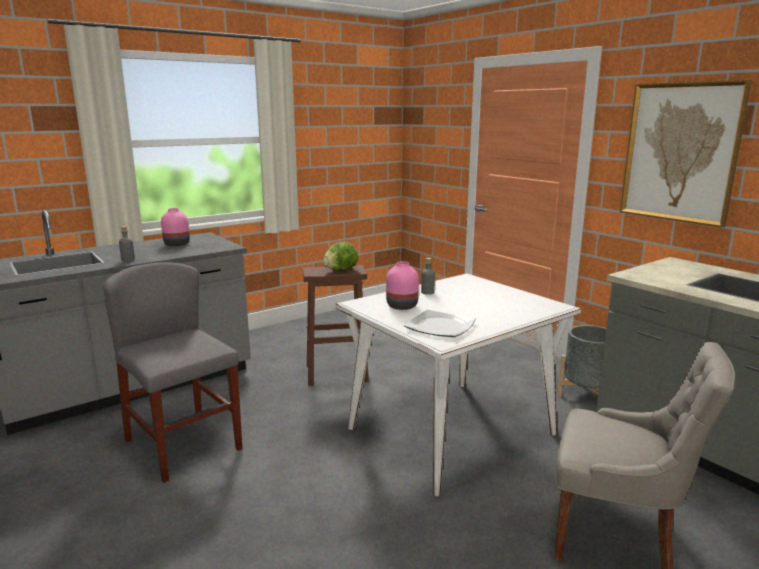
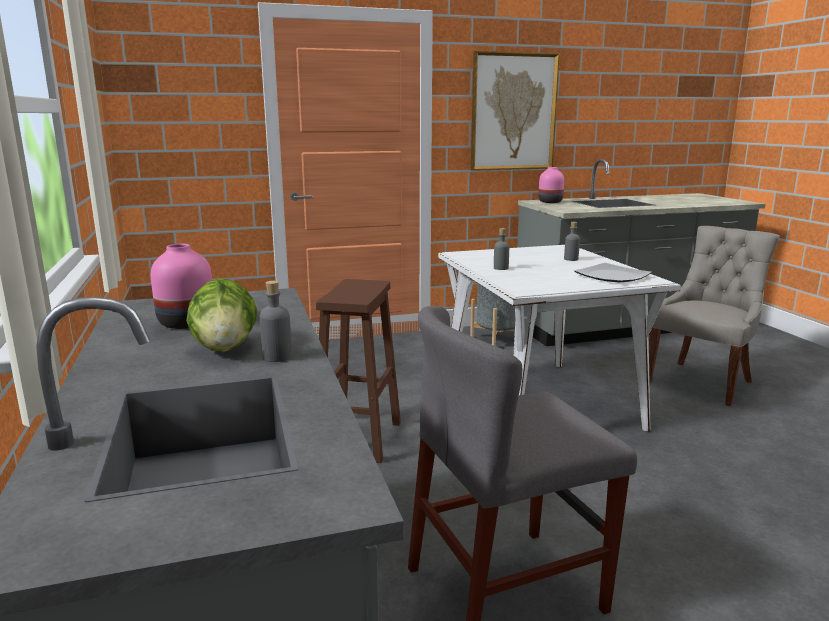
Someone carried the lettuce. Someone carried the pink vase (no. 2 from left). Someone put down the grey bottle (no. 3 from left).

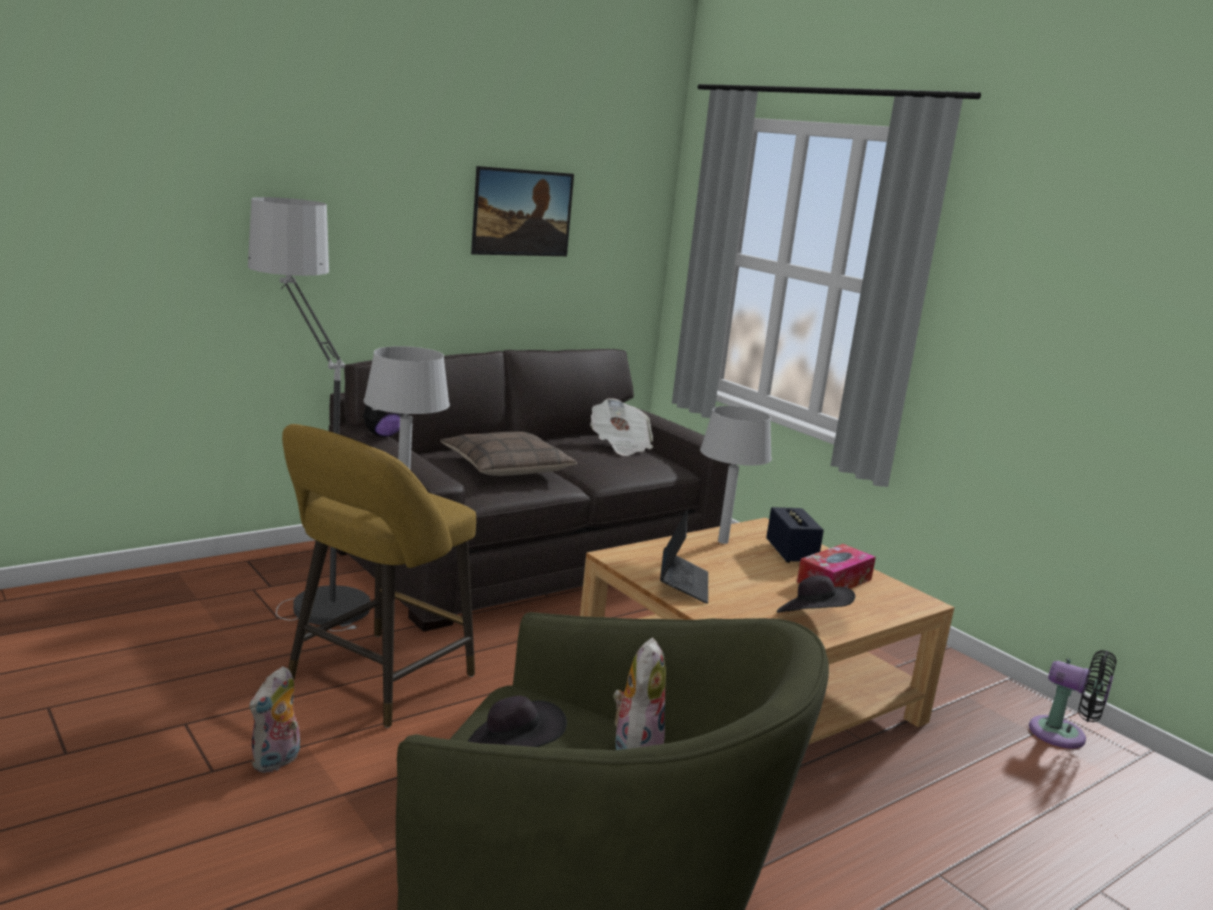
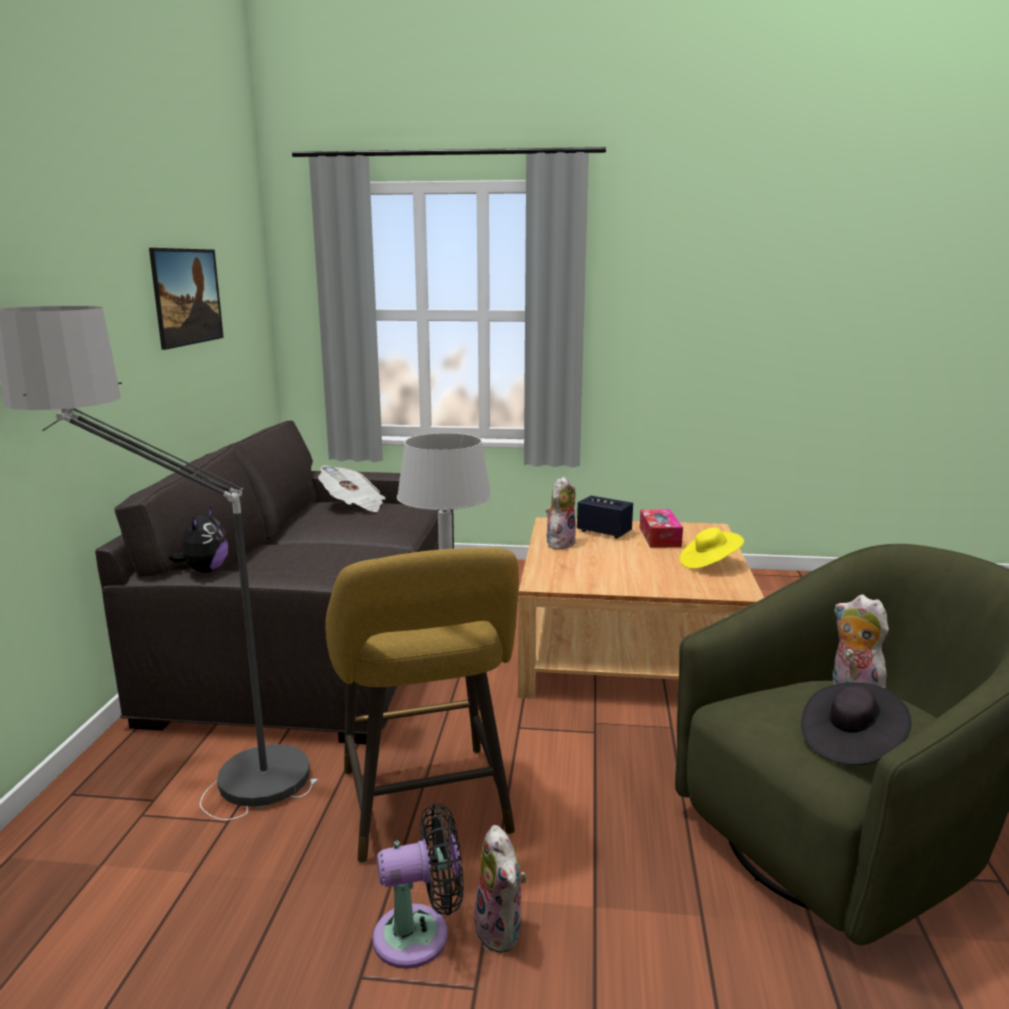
Someone carried the black fan. Someone swapped the grey table lamp (no. 2 from left) for the plush toy (no. 3 from left). Someone repainted the black hat (no. 2 from left), which became the yellow hat. Someone took away the pillow. Someone took away the laptop.

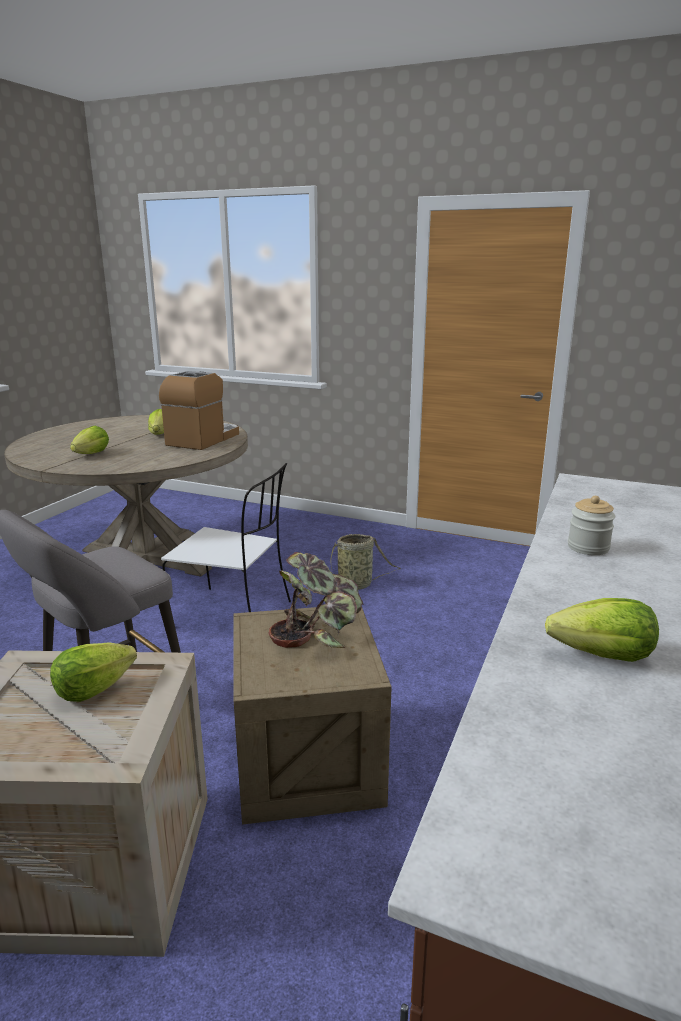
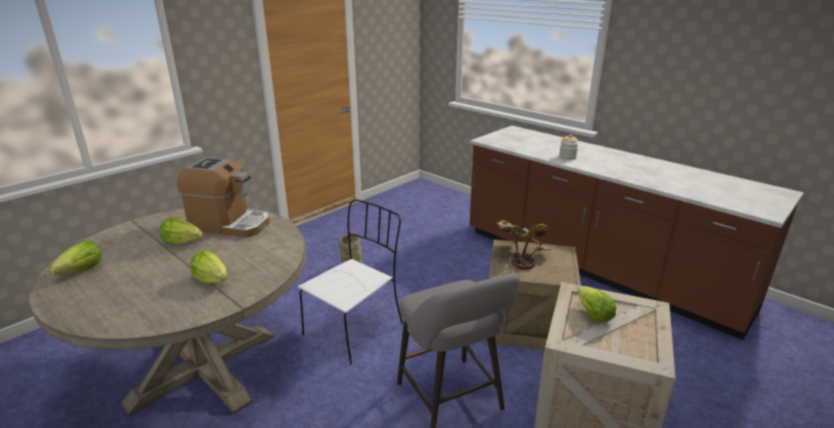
Someone carried the lettuce (no. 4 from left in the first image). Someone rotated the coffee machine by 150 degrees clockwise.

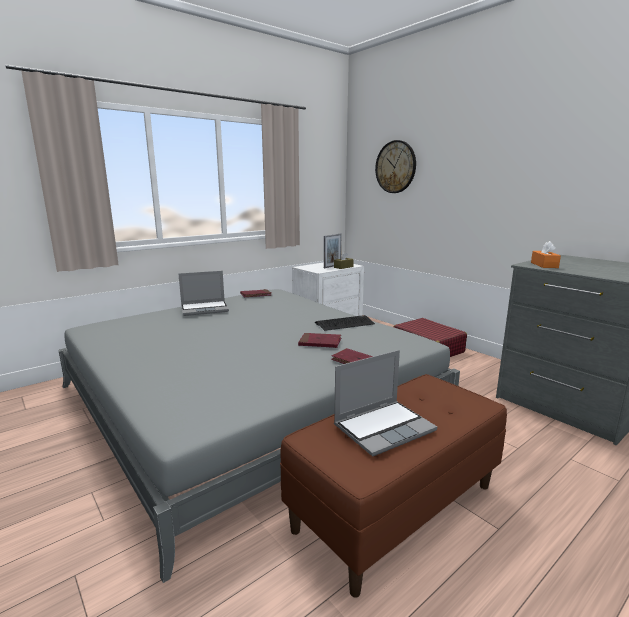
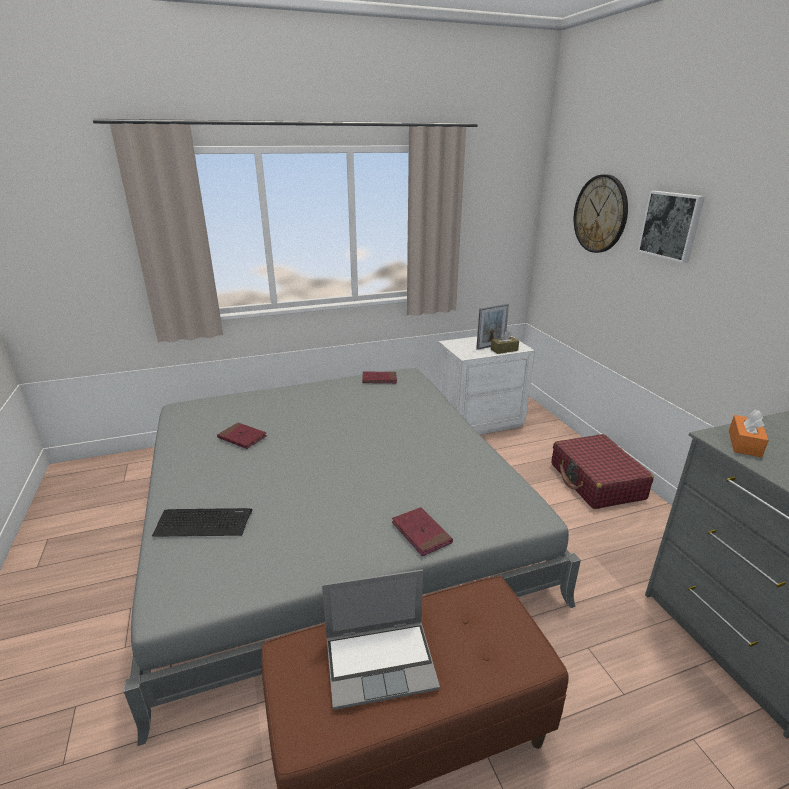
Someone carried the keyboard. Someone carried the red book (no. 2 from left in the first image). Someone put up the picture. Someone took away the laptop (no. 1 from left).

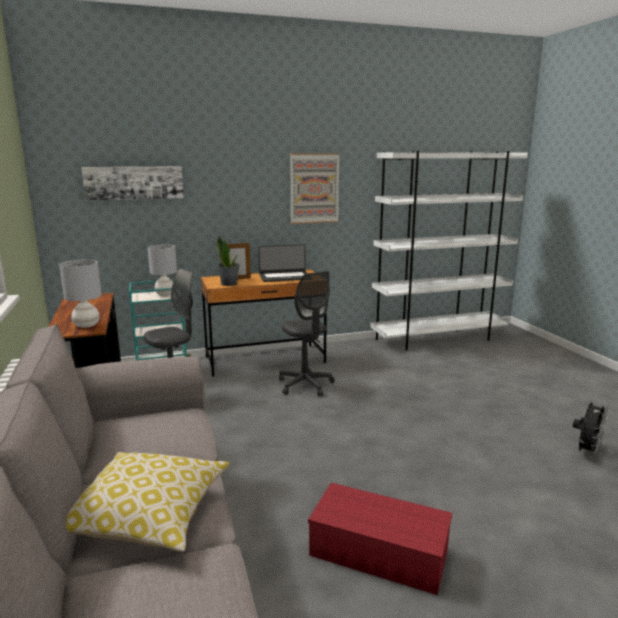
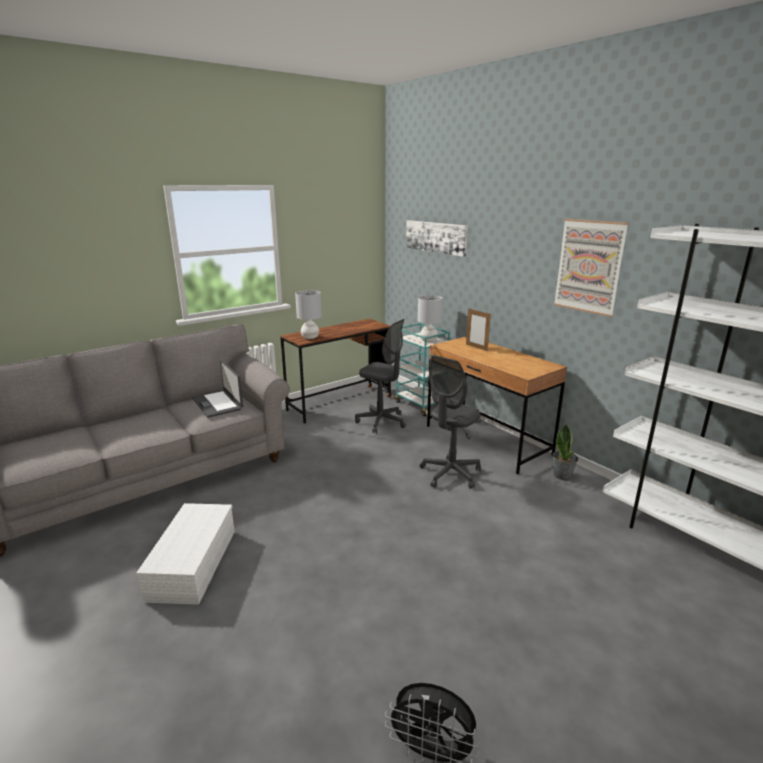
Someone repainted the red storage box, which became the white storage box. Someone carried the laptop. Someone carried the potted plant. Someone took away the pillow.

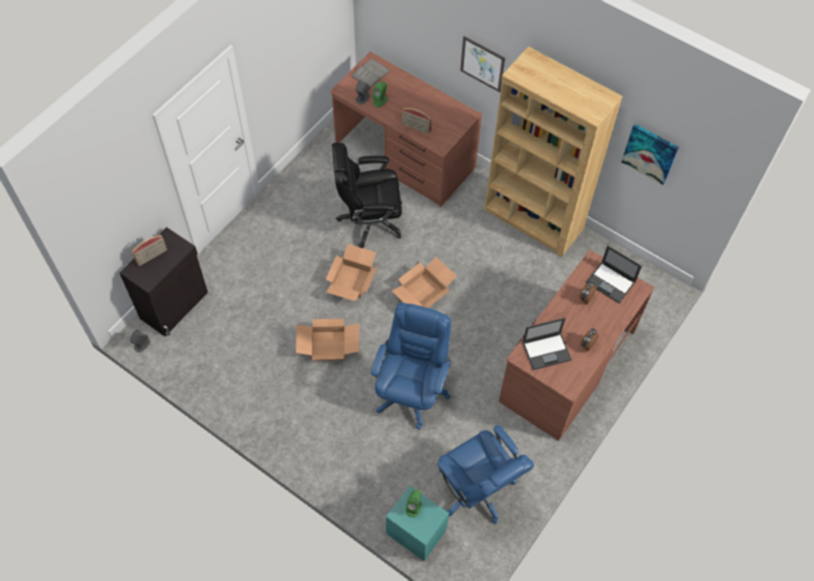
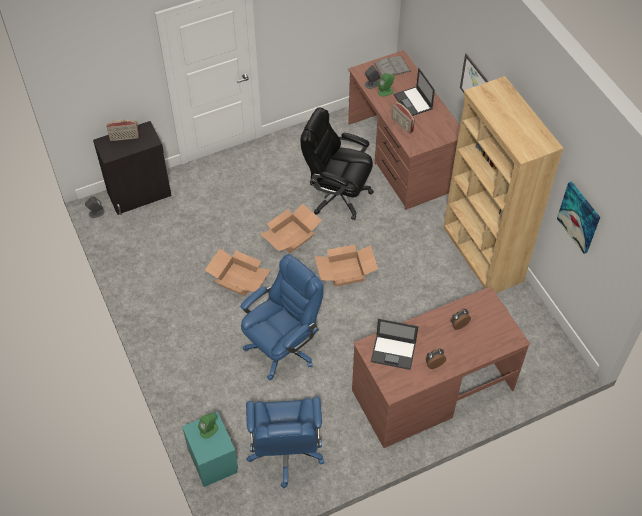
Someone carried the laptop (no. 2 from left).

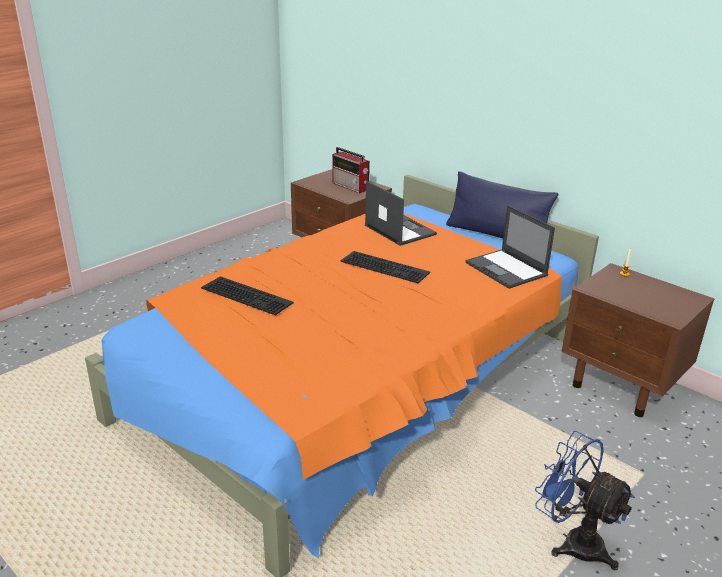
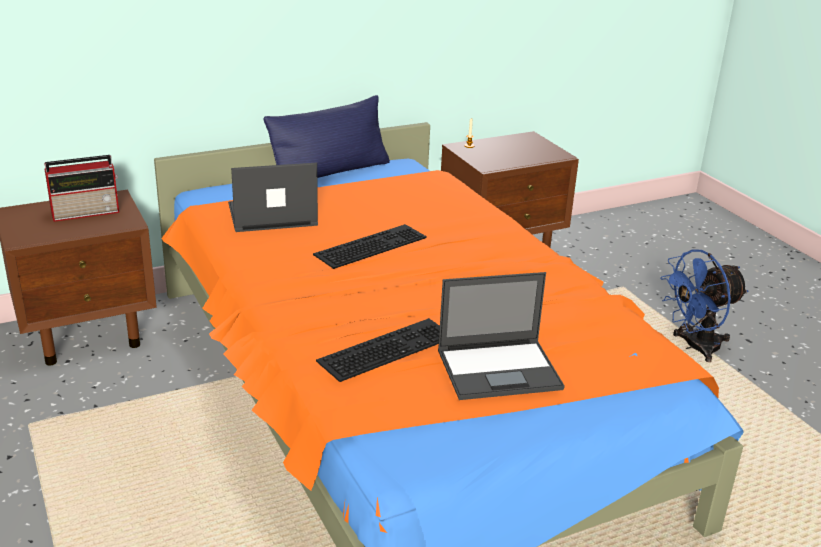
Someone carried the laptop (no. 2 from left).

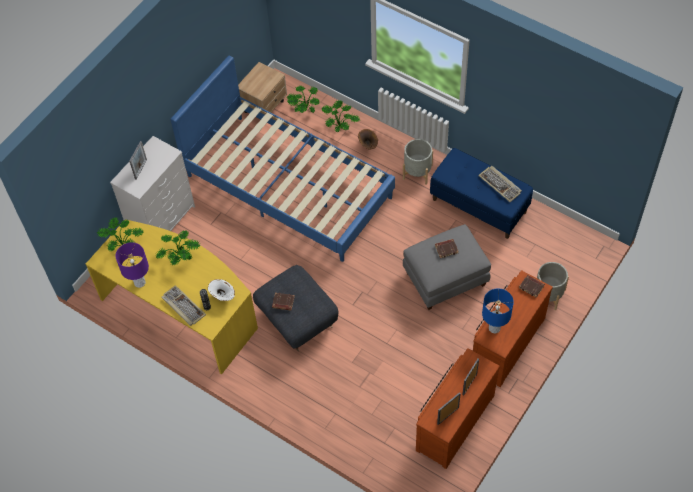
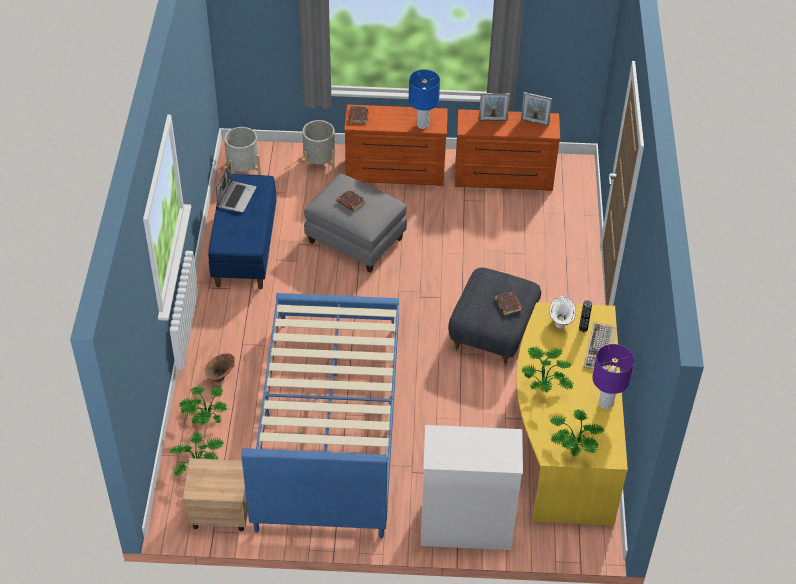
Someone swapped the keyboard (no. 2 from left) for the laptop. Someone carried the grey planter (no. 1 from left). Someone took away the picture frame (no. 1 from left).

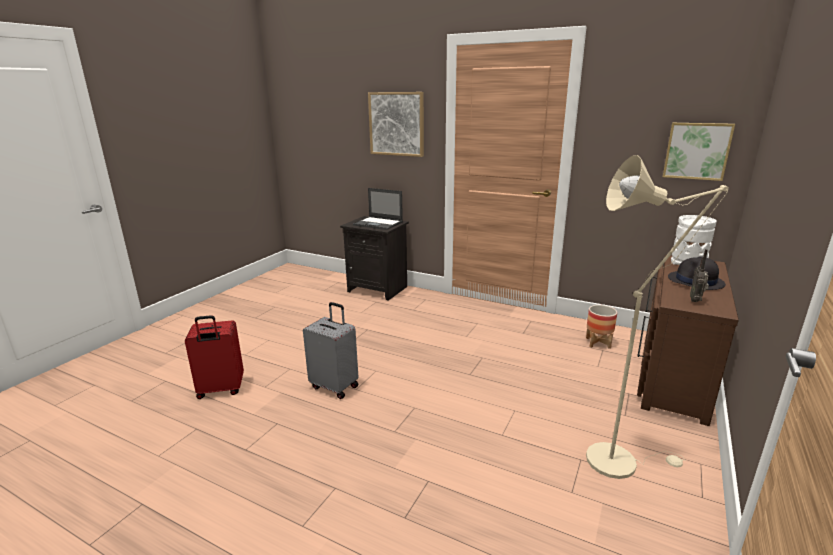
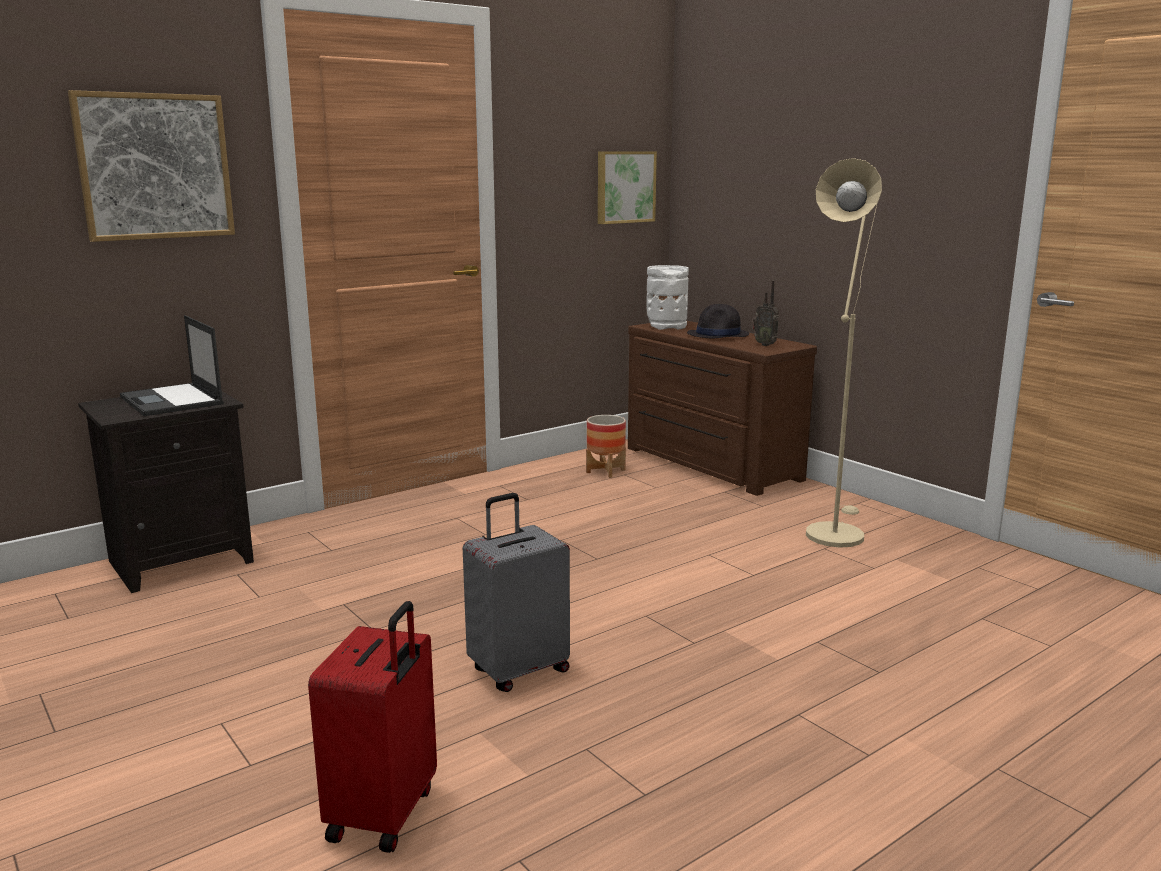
Someone rotated the laptop by 90 degrees clockwise.

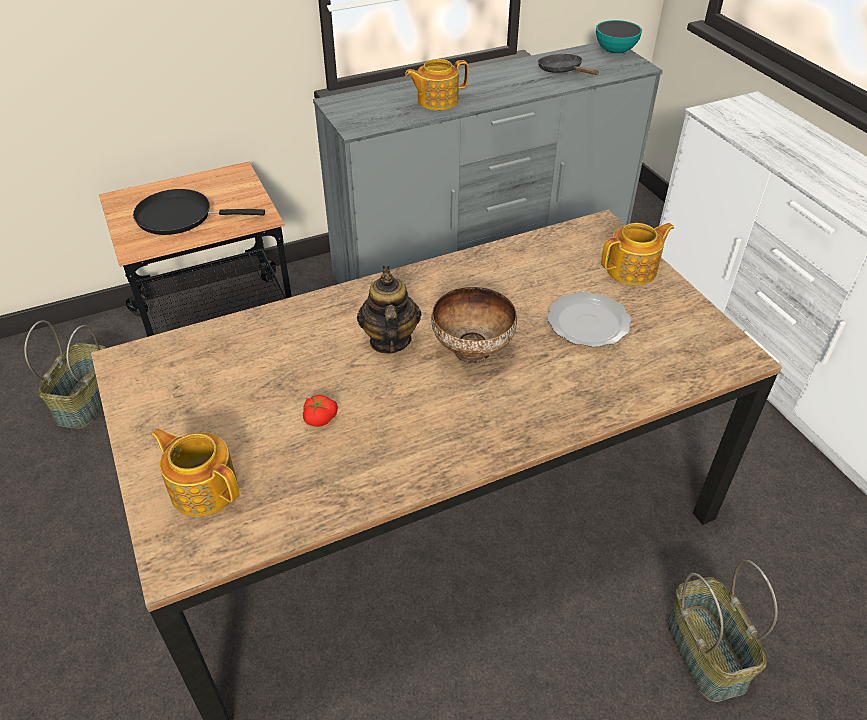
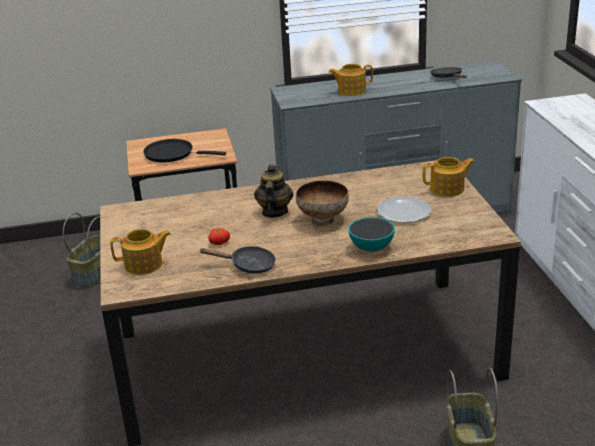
Someone rotated the teapot (no. 1 from left) by 120 degrees clockwise. Someone put down the black frying pan (no. 2 from left). Someone carried the bowl (no. 2 from left).

